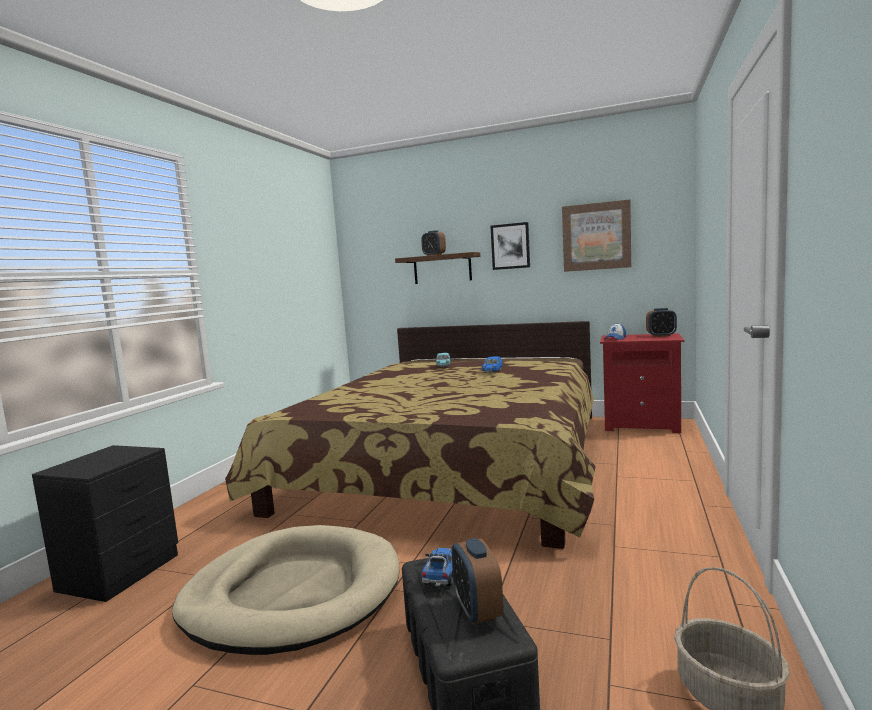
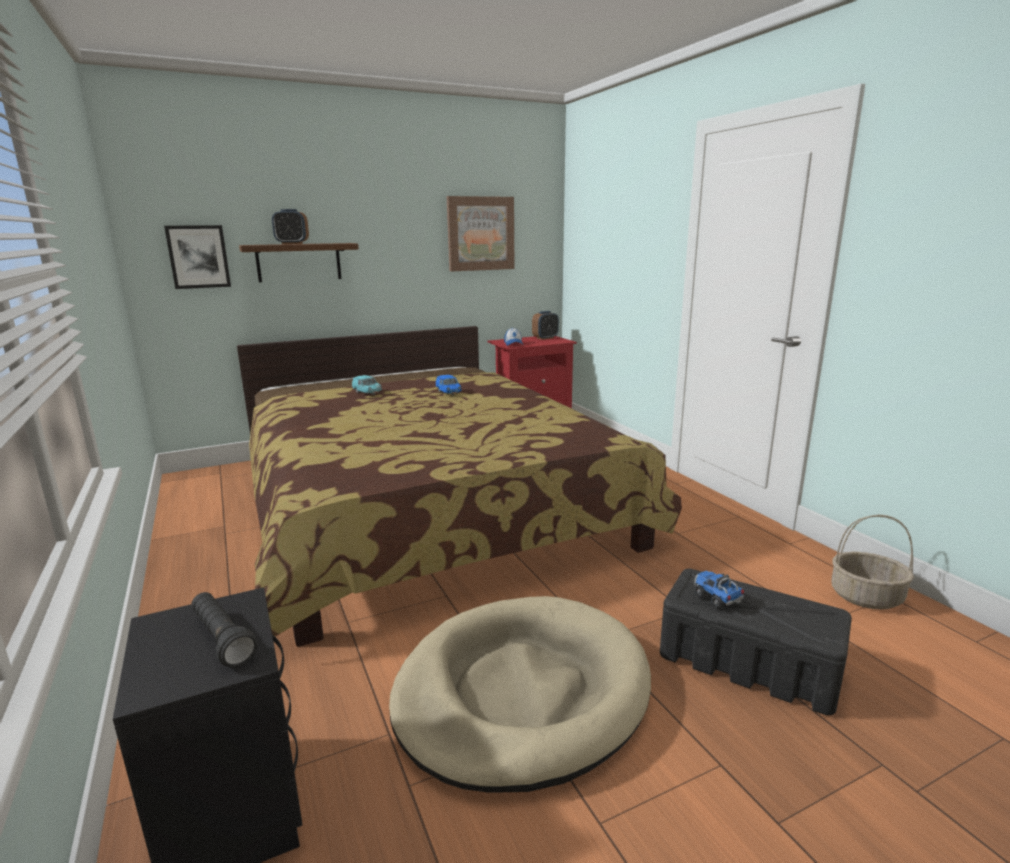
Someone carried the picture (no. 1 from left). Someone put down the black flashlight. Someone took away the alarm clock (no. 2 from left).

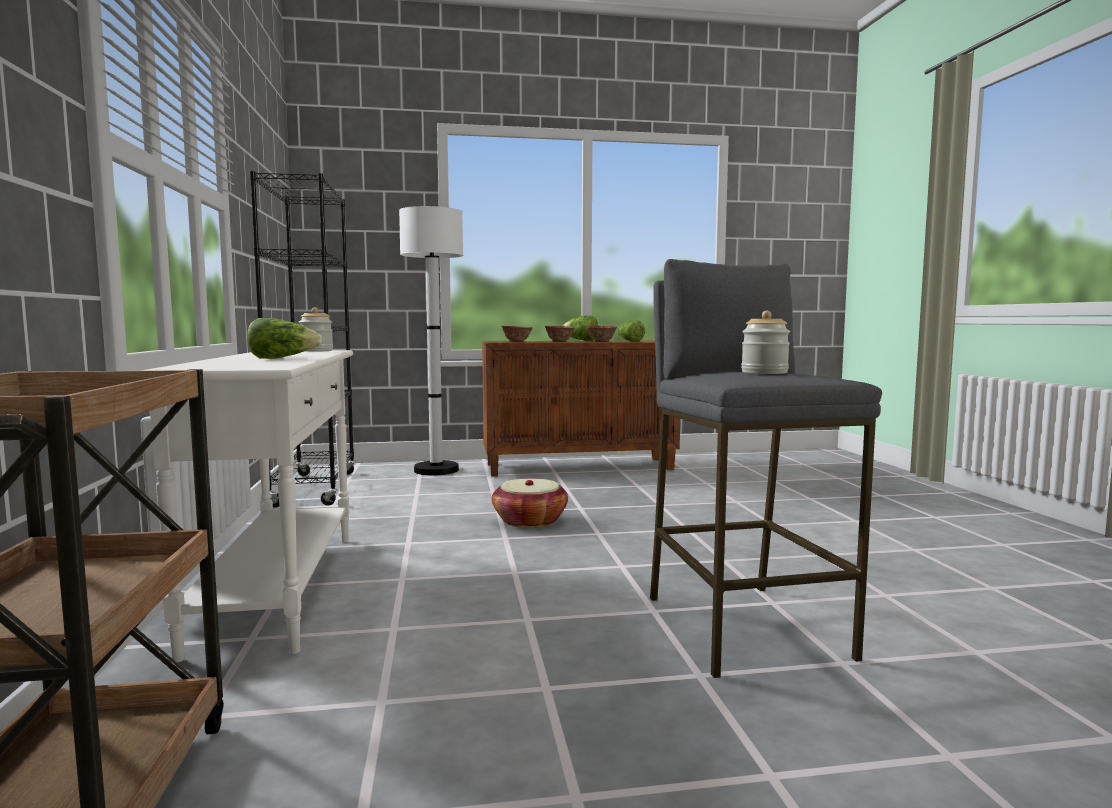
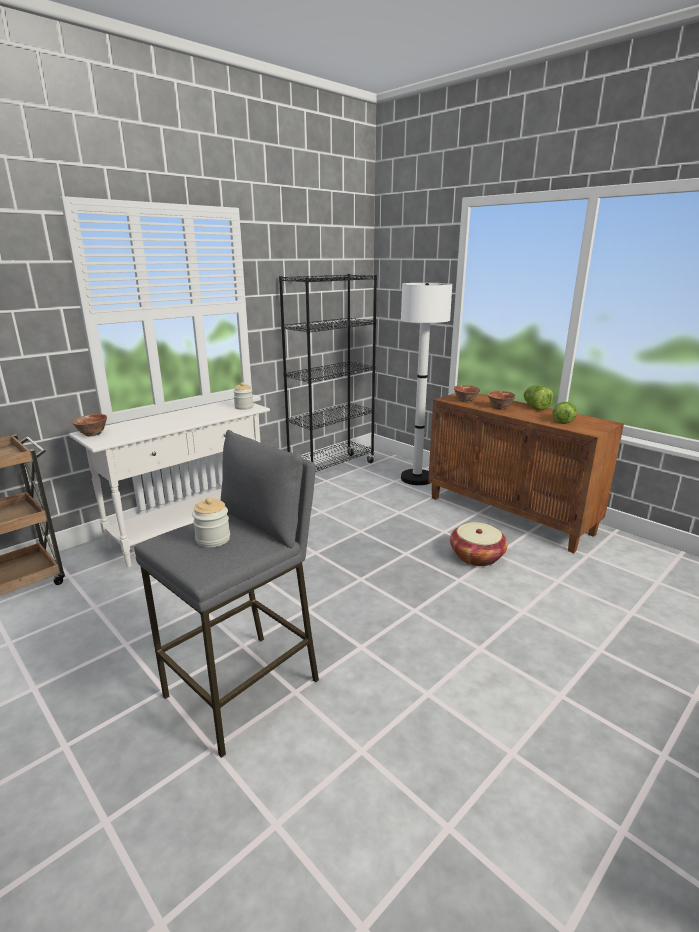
Someone carried the bowl (no. 3 from left in the first image). Someone carried the basket. Someone took away the lettuce (no. 1 from left).

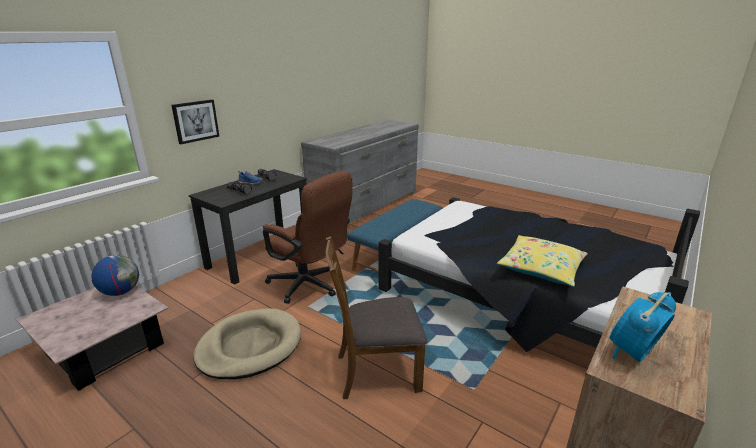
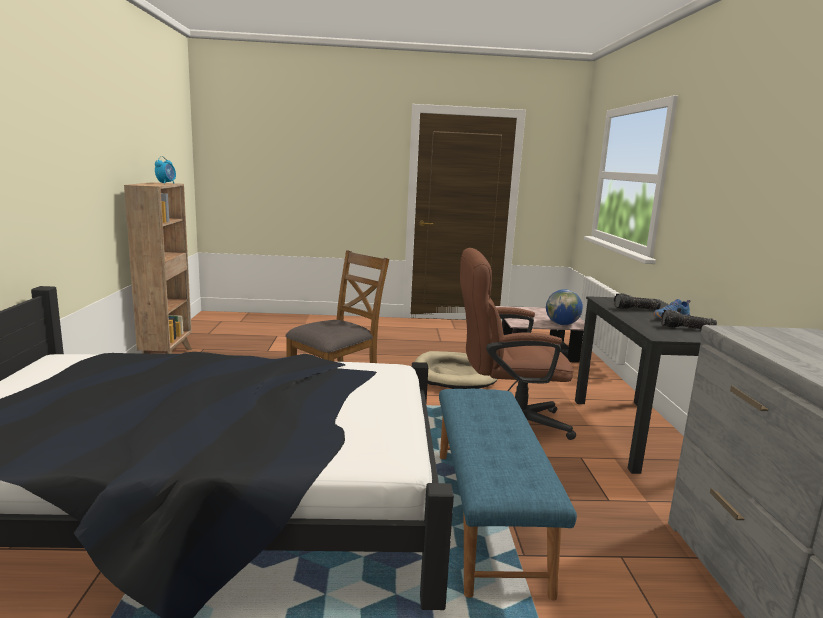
Someone took away the picture. Someone took away the yellow pillow.

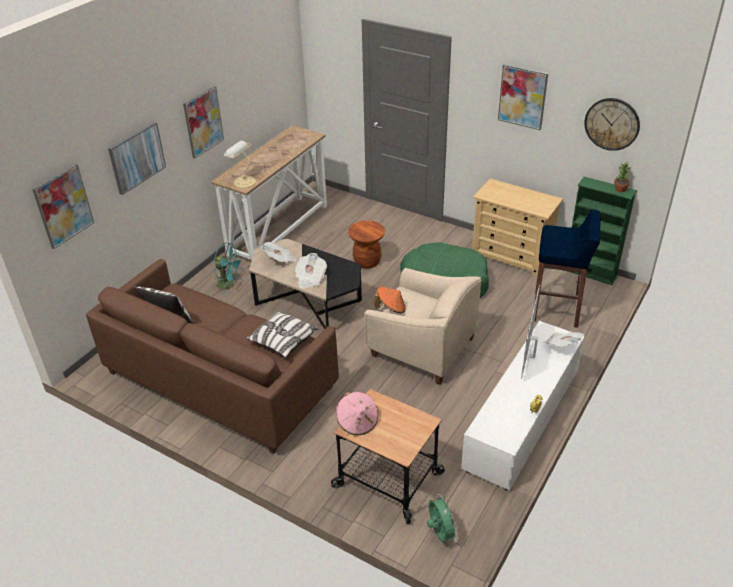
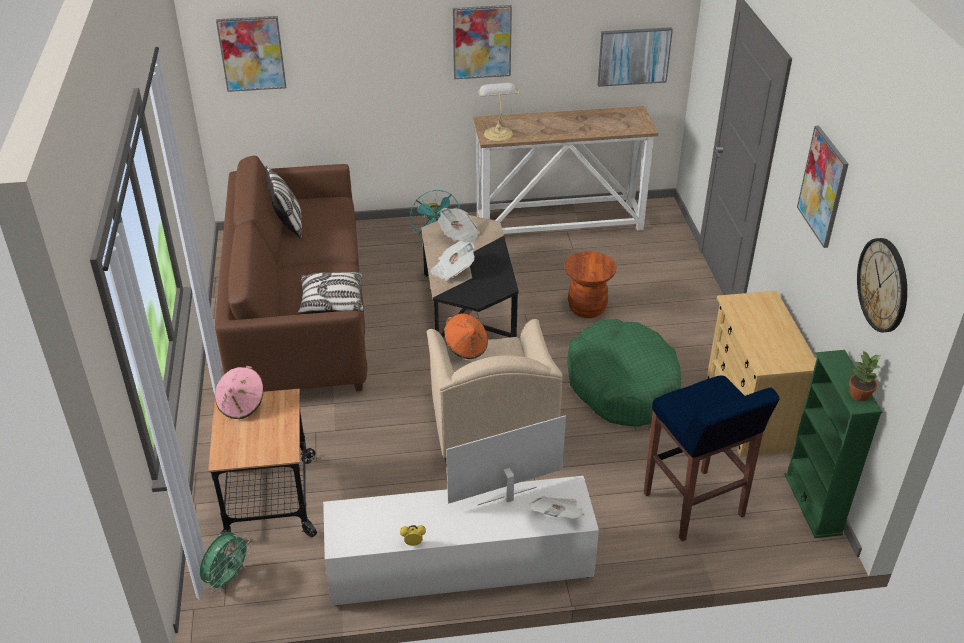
Someone carried the picture (no. 2 from left in the first image).

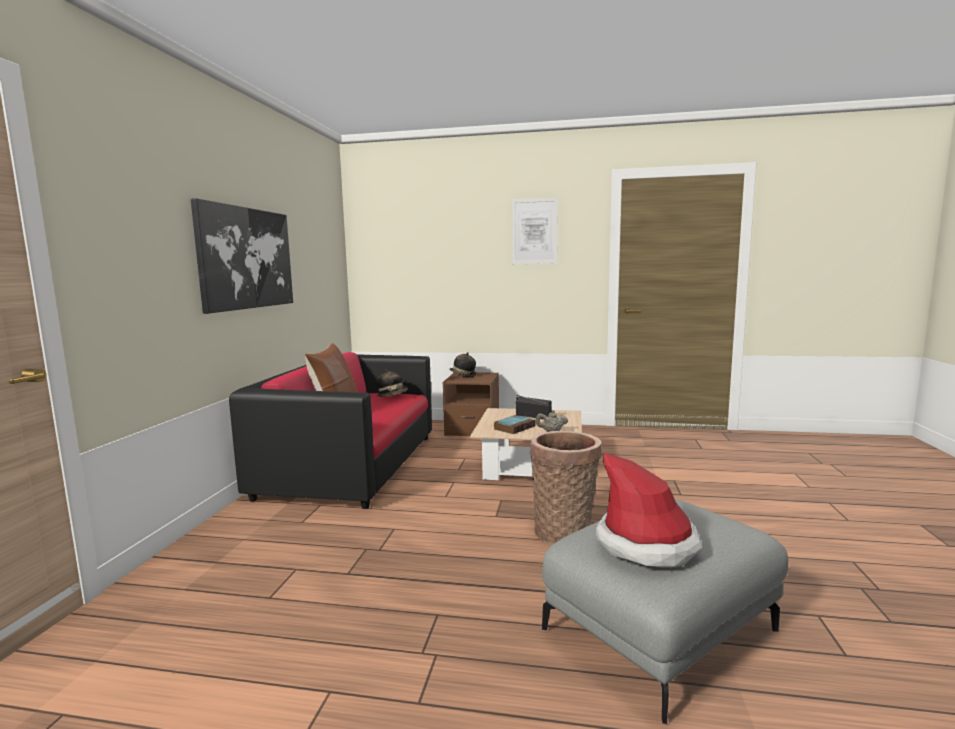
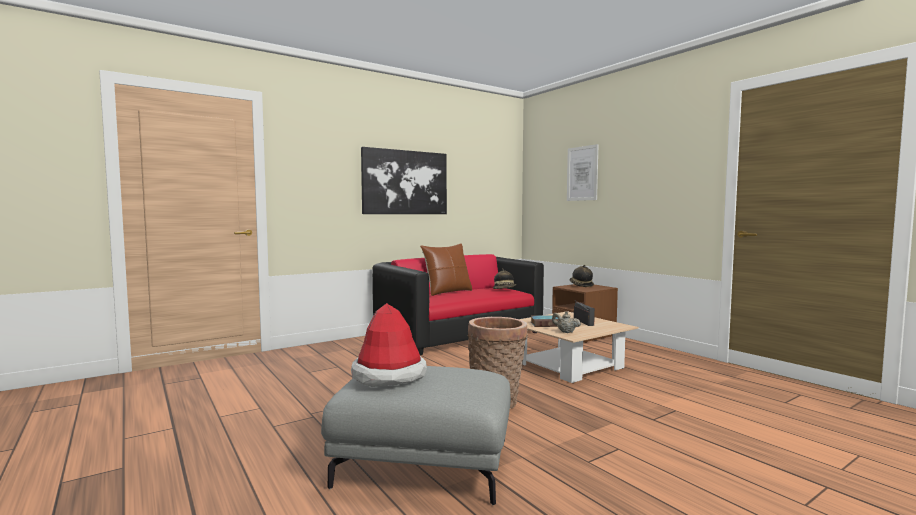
Someone carried the picture (no. 2 from left).

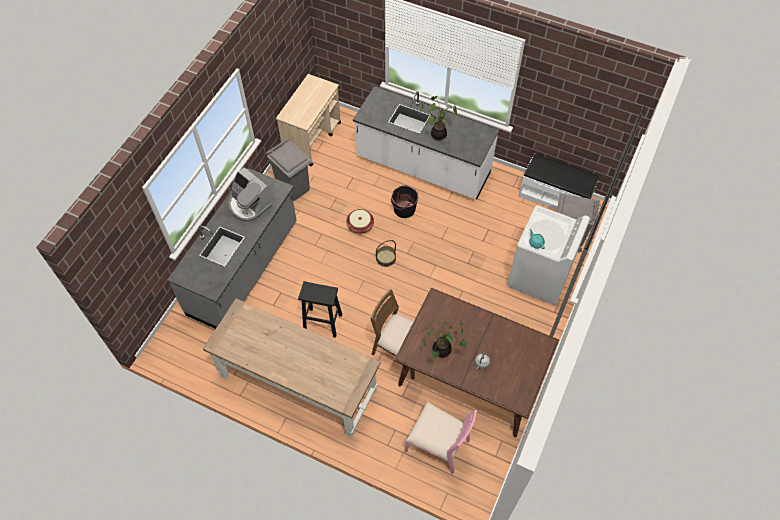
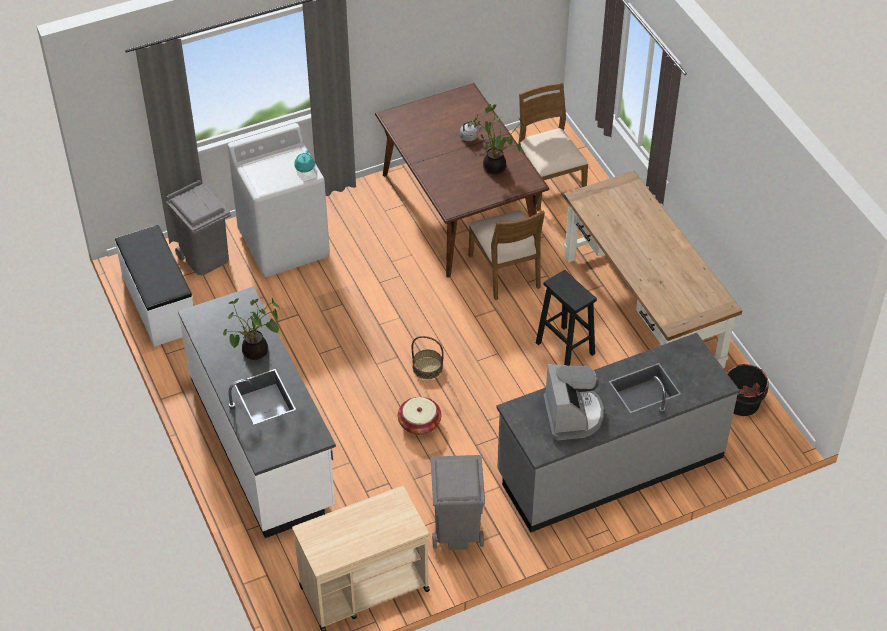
Someone repainted the pink chair, which became the brown chair (no. 2 from left). Someone carried the black bucket.

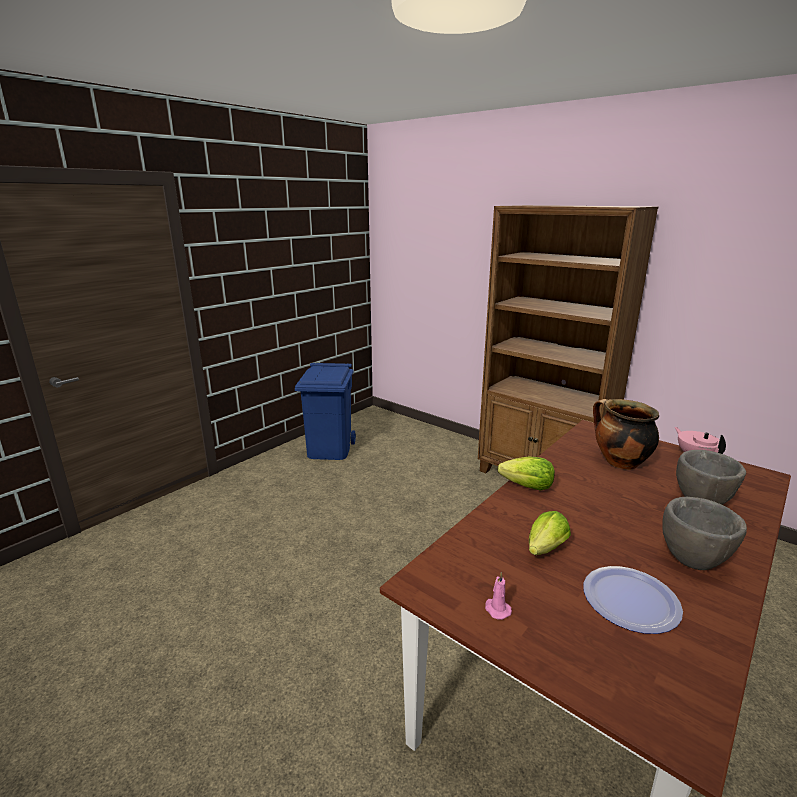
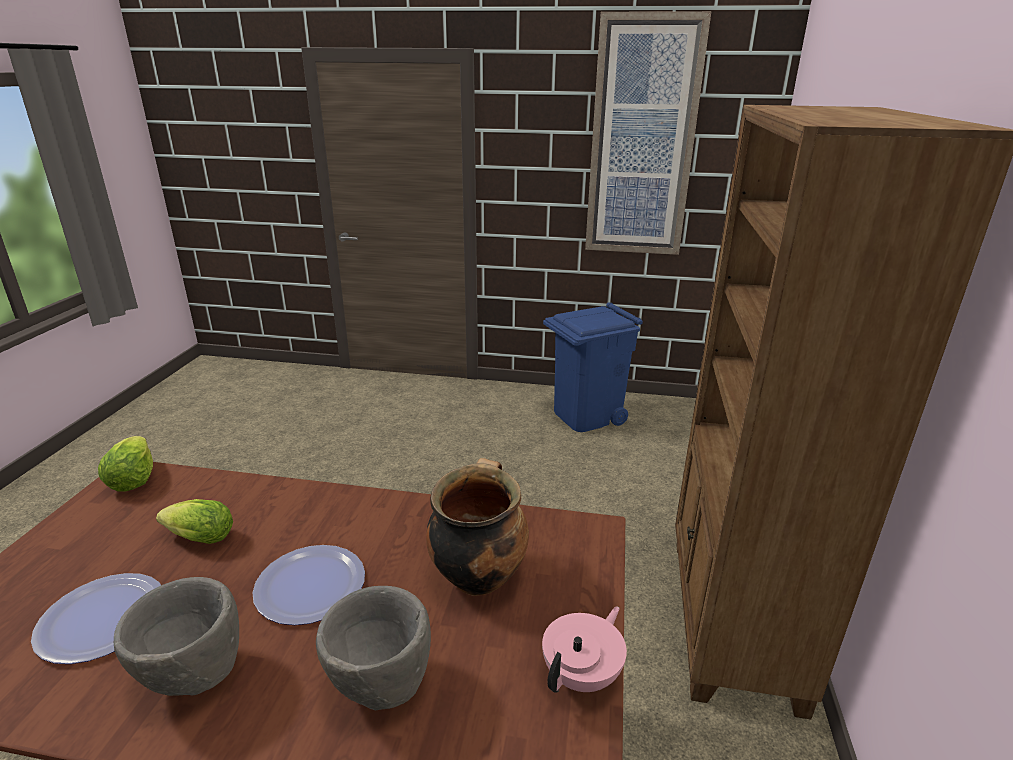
Someone carried the lettuce (no. 1 from left). Someone put down the plate (no. 2 from left). Someone put up the picture. Someone took away the pink candle.

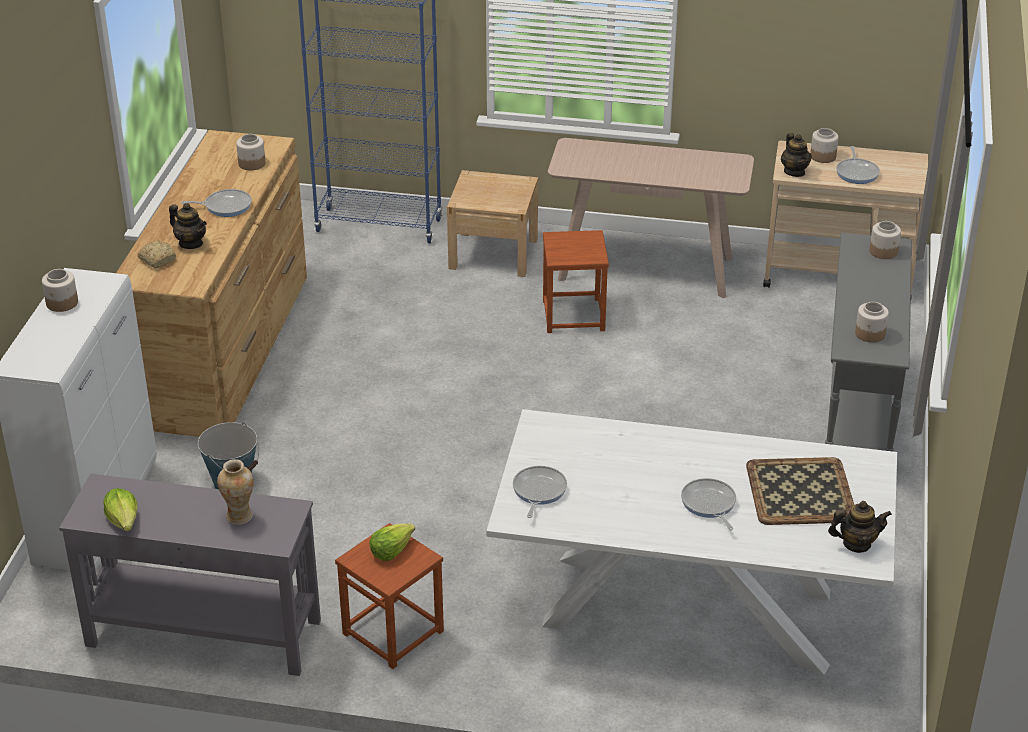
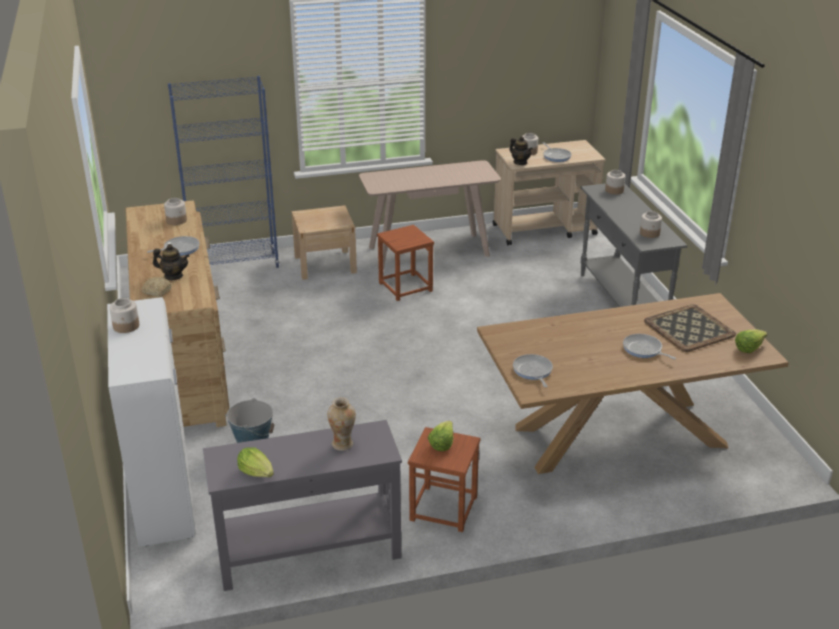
Someone repainted the white dining table, which became the brown dining table. Someone swapped the teapot (no. 3 from left) for the lettuce (no. 3 from left).

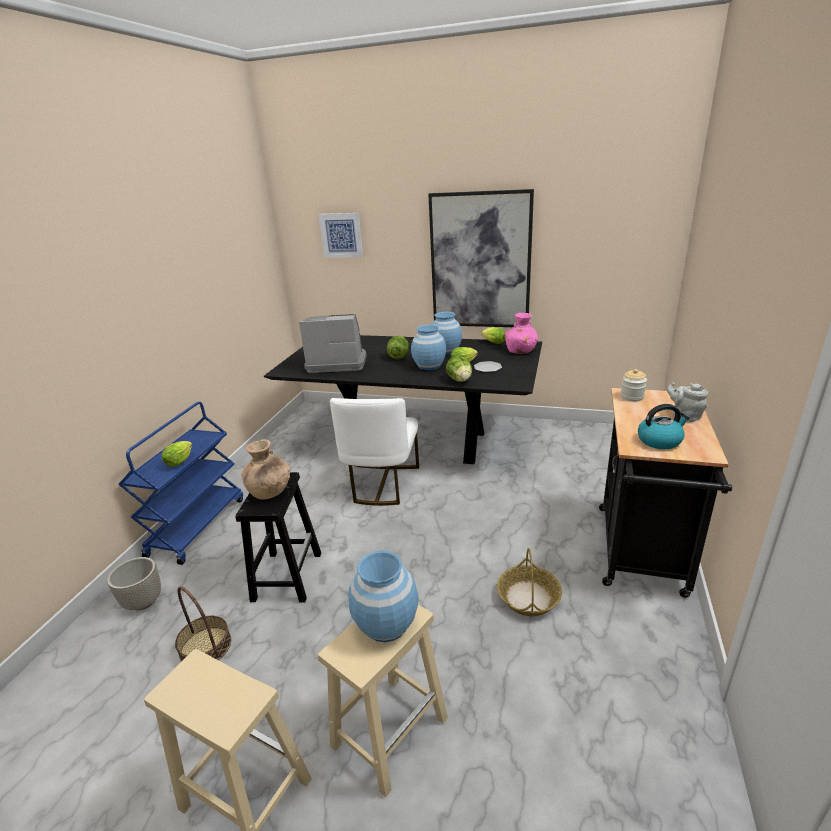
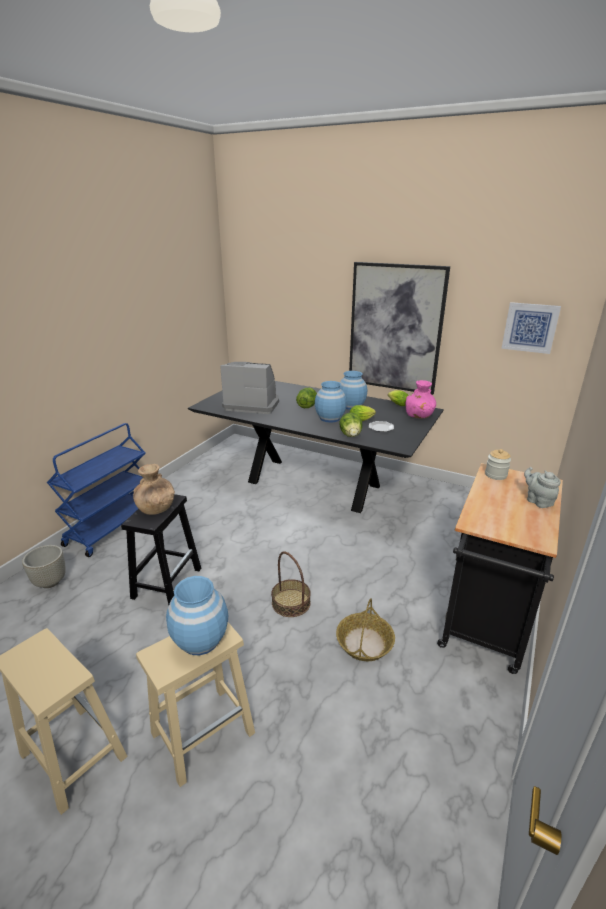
Someone carried the basket (no. 1 from left). Someone carried the picture (no. 1 from left in the first image). Someone took away the lettuce (no. 1 from left). Someone took away the white chair. Someone took away the kettle.

